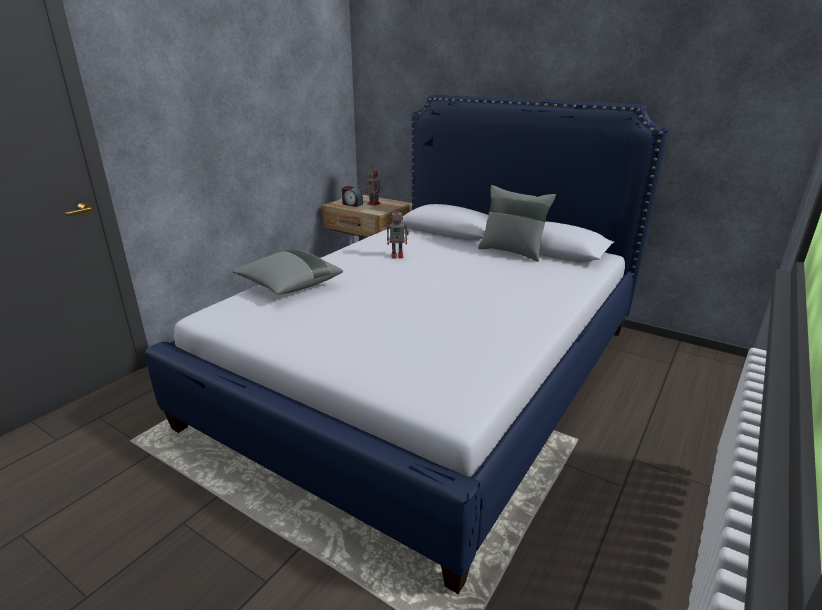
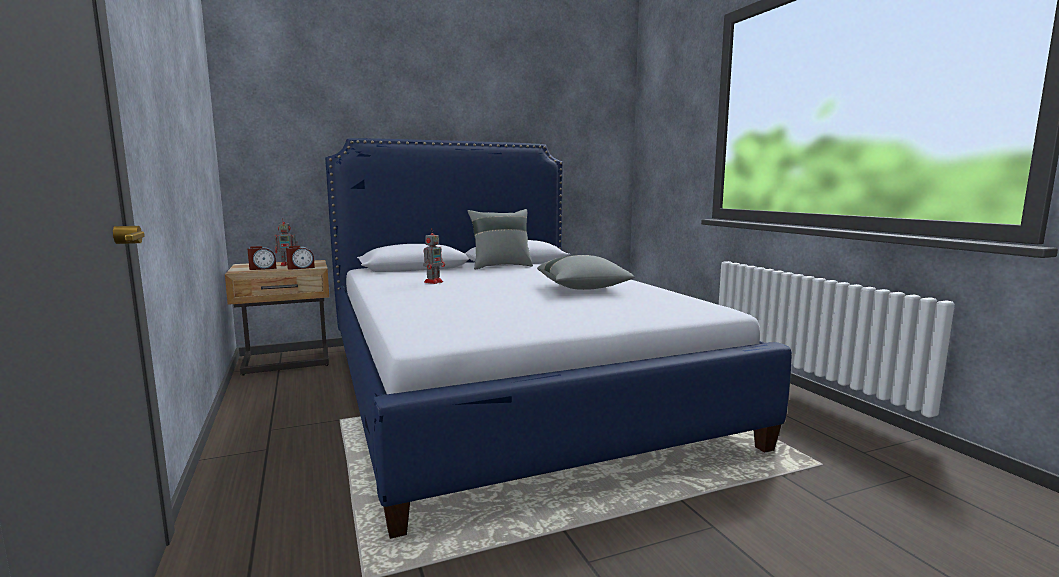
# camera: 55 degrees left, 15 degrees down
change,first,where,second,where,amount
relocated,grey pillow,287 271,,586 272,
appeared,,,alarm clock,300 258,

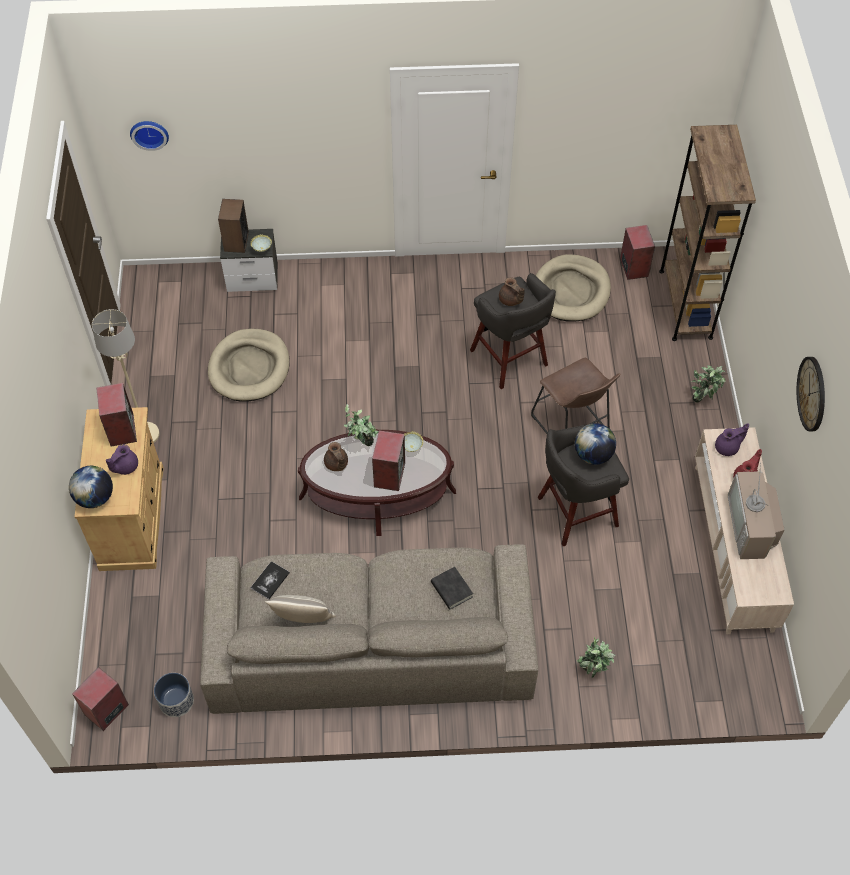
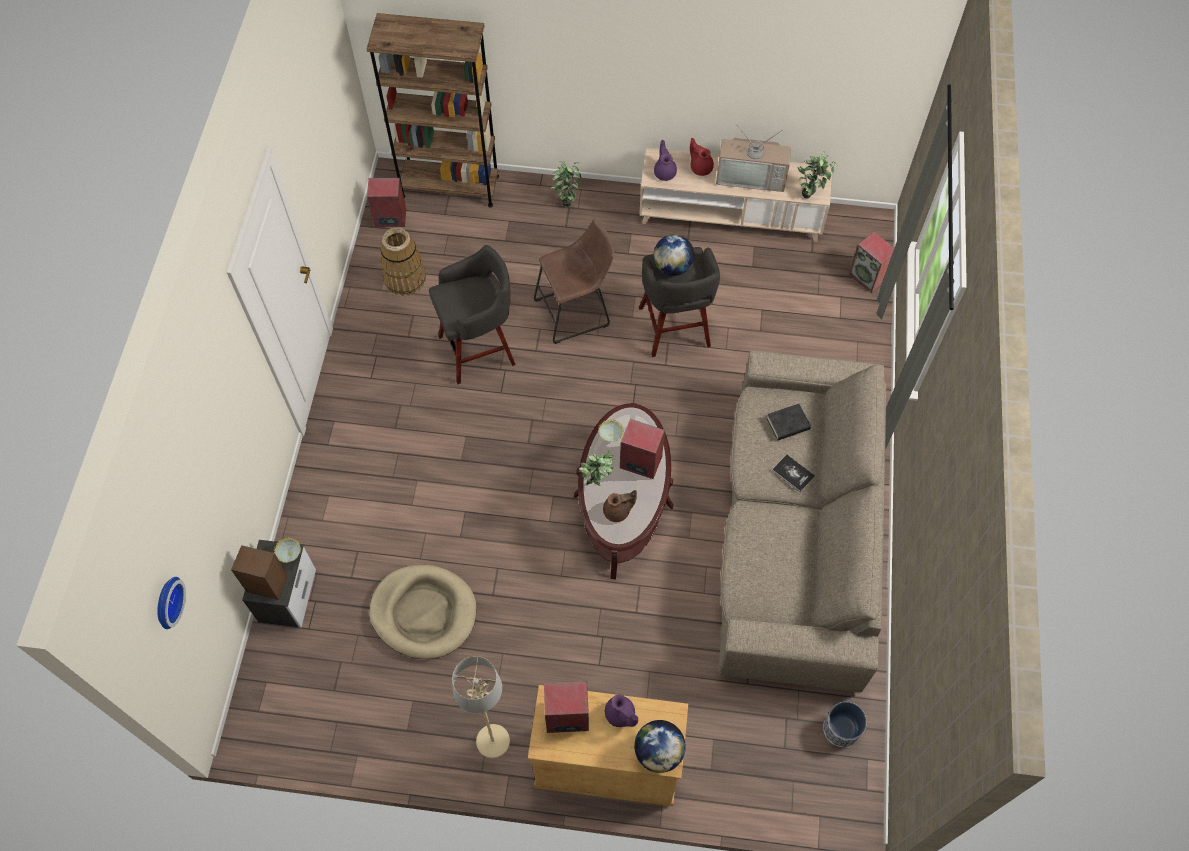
# camera: 80 degrees left, 5 degrees up
change,first,where,second,where,amount
exchanged,beige dog bed,573 288,basket,403 261,
missing,brown teapot,512 291,,,
missing,wall clock,811 394,,,
relocated,book,270 580,,793 473,
missing,pillow,300 609,,,
relocated,potted plant,596 657,,817 175,
relocated,speaker,100 699,,871 262,

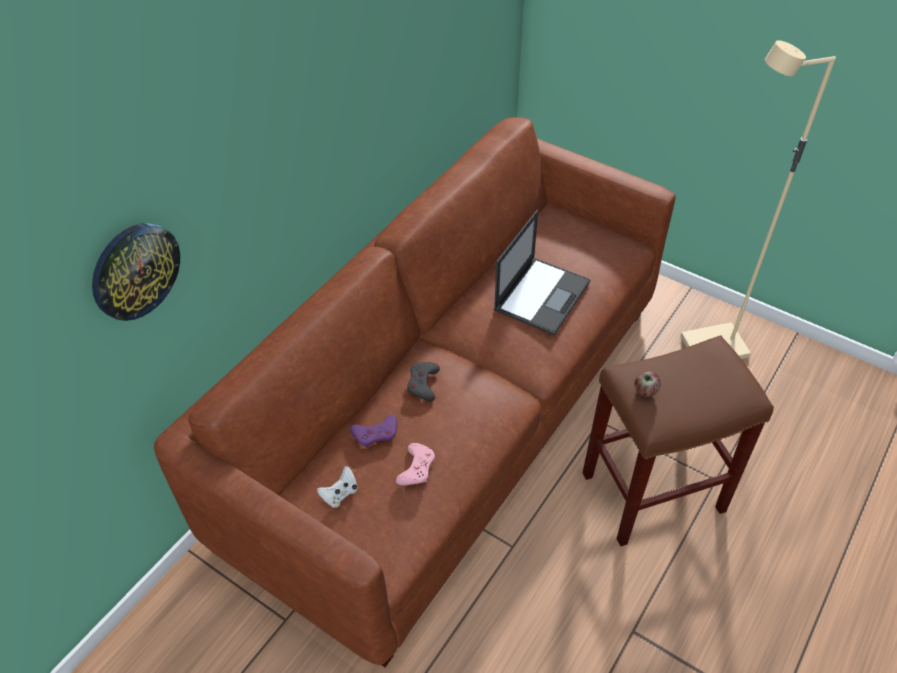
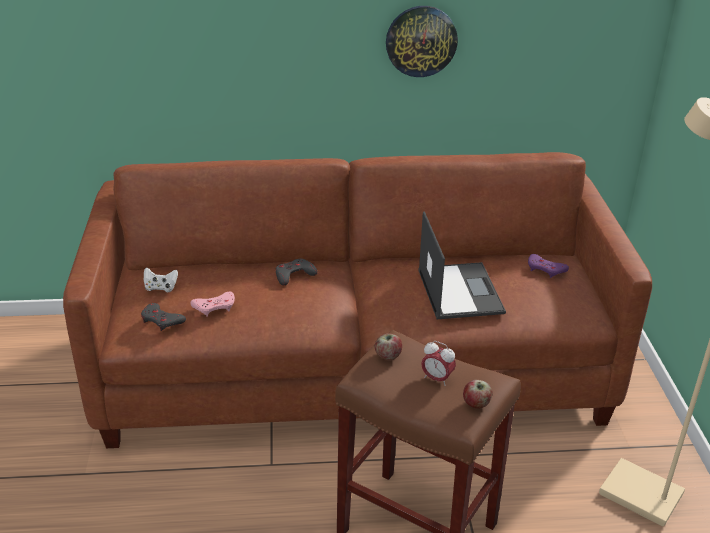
# camera: 50 degrees right, 15 degrees down
change,first,where,second,where,amount
spun,laptop,542 272,,462 265,90 degrees counterclockwise
relocated,wall clock,136 272,,422 41,
relocated,purple game controller,373 431,,548 266,
appeared,,,grey game controller,163 317,
appeared,,,alarm clock,438 363,
appeared,,,apple,478 394,

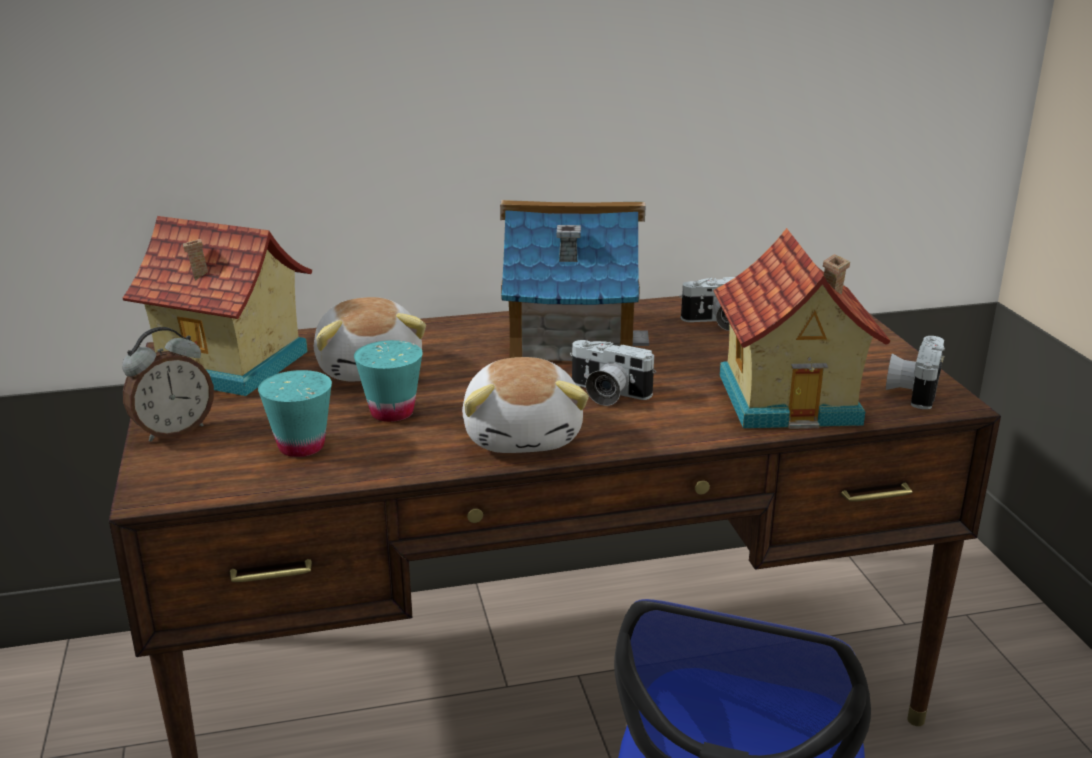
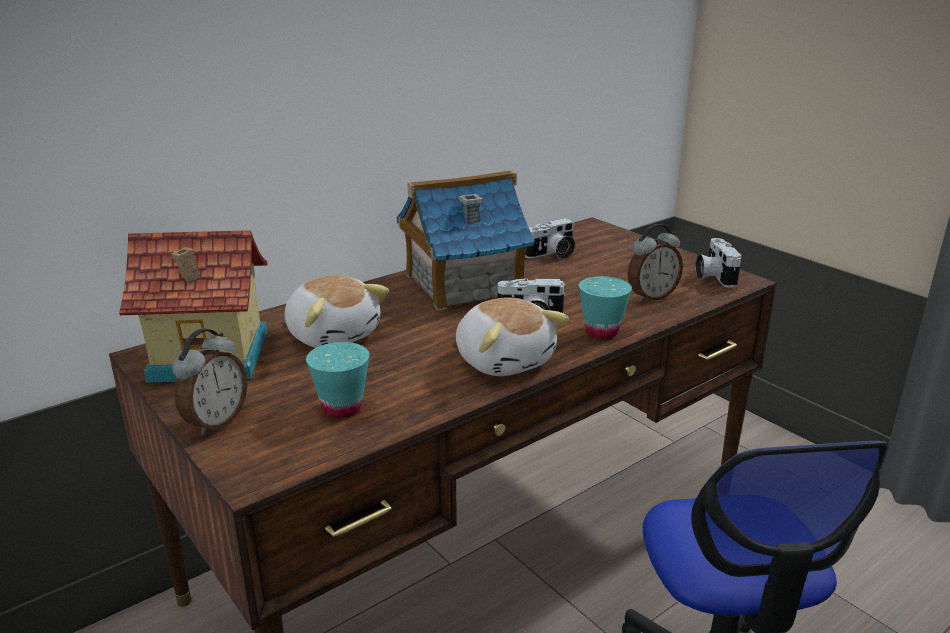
# camera: 25 degrees left, 0 degrees up
change,first,where,second,where,amount
exchanged,toy house,802 328,alarm clock,655 263,
relocated,turquoise cup,388 381,,605 307,

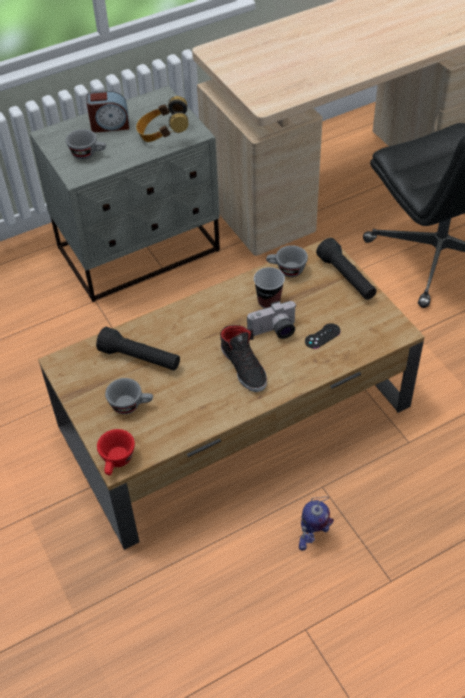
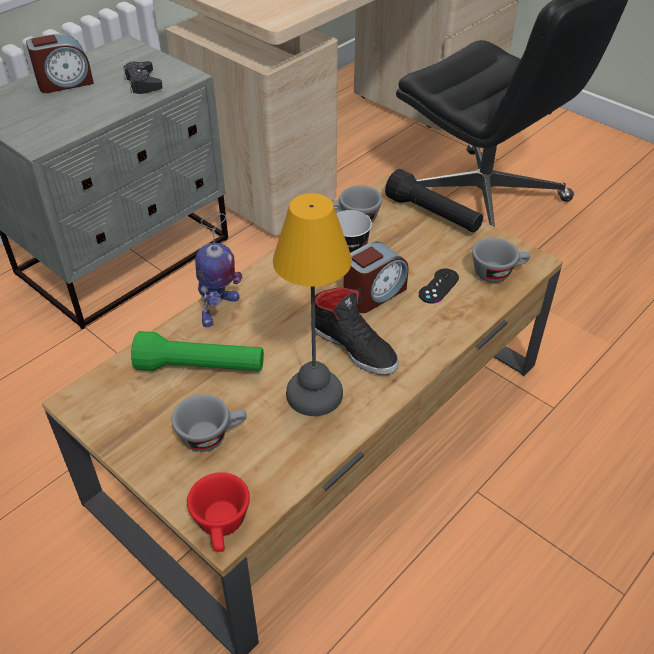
# camera: 20 degrees left, 5 degrees down
change,first,where,second,where,amount
exchanged,headphones,162 119,black game controller,143 77,
relocated,grey cup,86 144,,501 260,
exchanged,photo camera,272 320,alarm clock,376 277,
colour,black flashlight,138 348,green flashlight,197 351,
relocated,toy robot,316 523,,219 270,
appeared,,,table lamp,312 304,

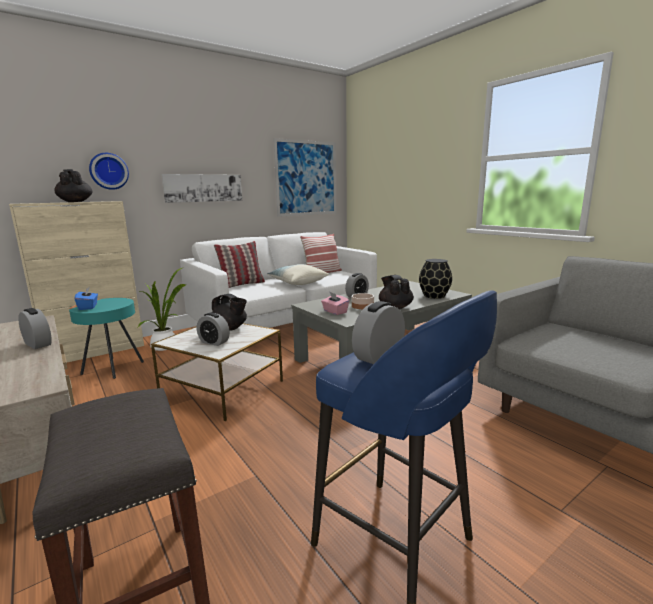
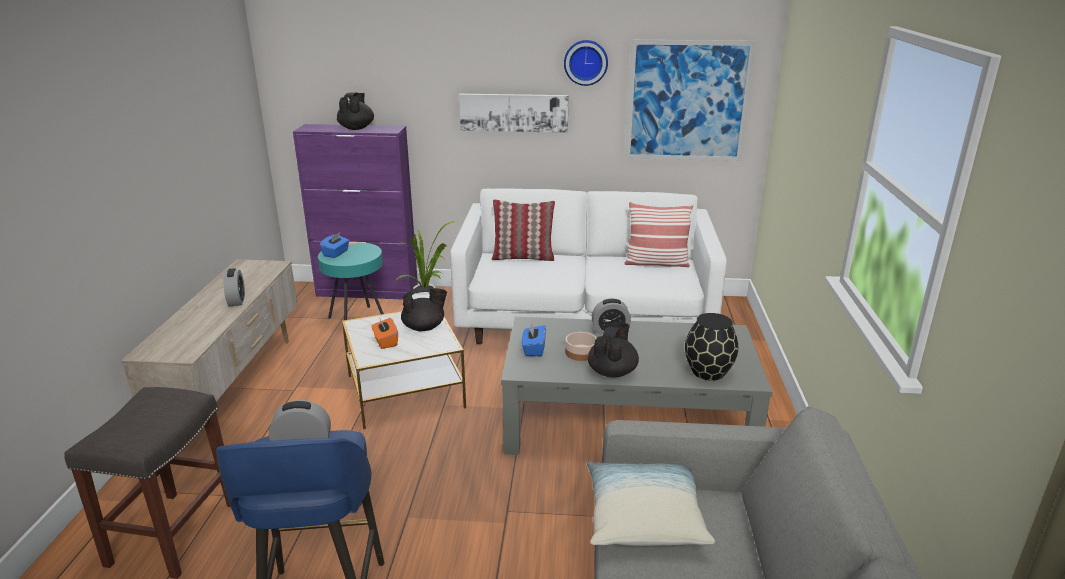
# camera: 40 degrees right, 10 degrees up
change,first,where,second,where,amount
relocated,wall clock,109 171,,586 63,
colour,beige cabinet,76 281,purple cabinet,355 211,
relocated,pillow,298 274,,651 503,
colour,pink tissue box,335 303,blue tissue box,534 339,
spun,black teapot,229 312,,424 309,90 degrees counterclockwise
exchanged,alarm clock,213 329,orange tissue box,384 333,

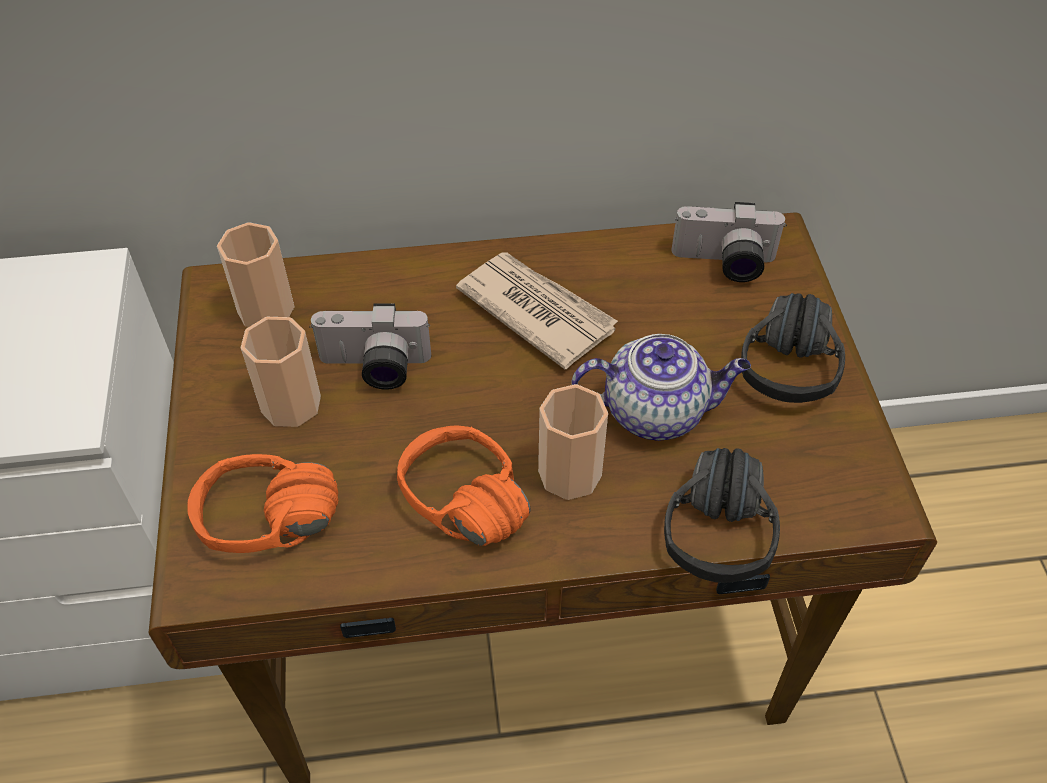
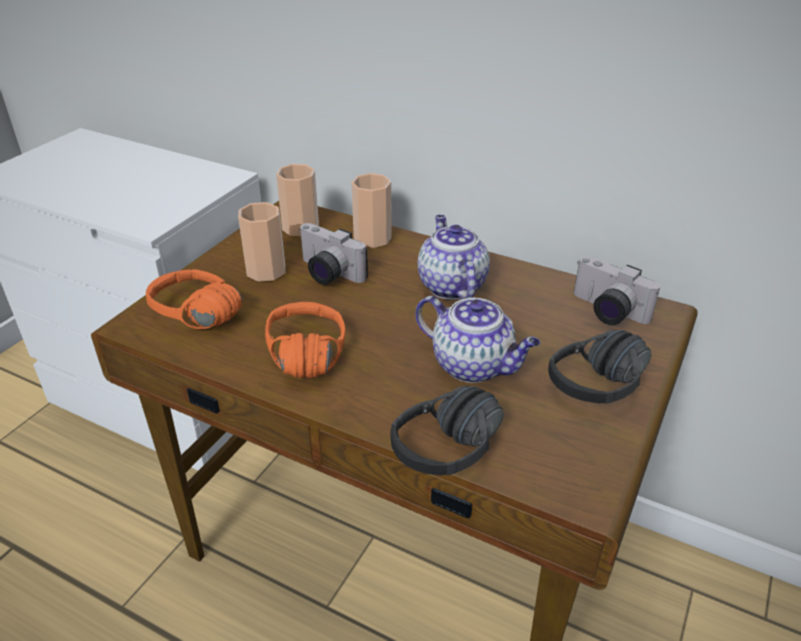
# camera: 35 degrees right, 15 degrees down
change,first,where,second,where,amount
exchanged,newspaper,537 310,teapot,453 257,
relocated,cup,573 442,,371 210,

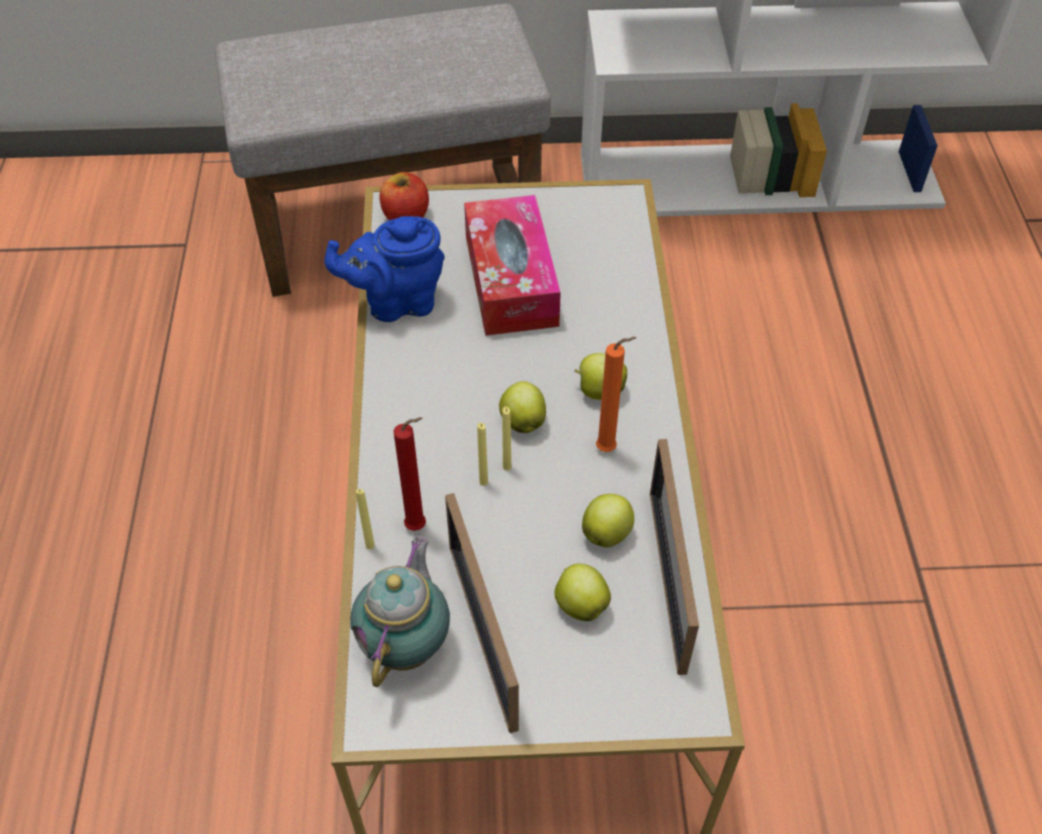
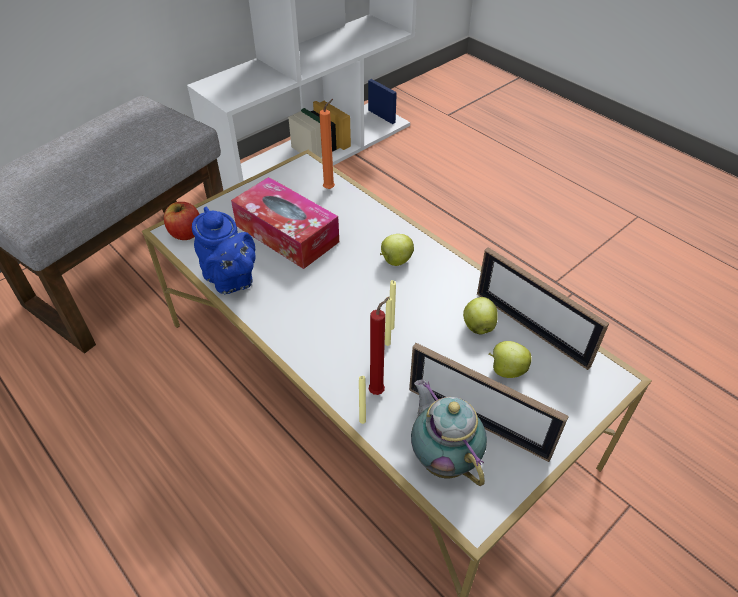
# camera: 40 degrees left, 5 degrees down
change,first,where,second,where,amount
spun,blue teapot,385 269,,223 250,75 degrees counterclockwise
relocated,orange candle,616 394,,327 144,
missing,apple,522 407,,,

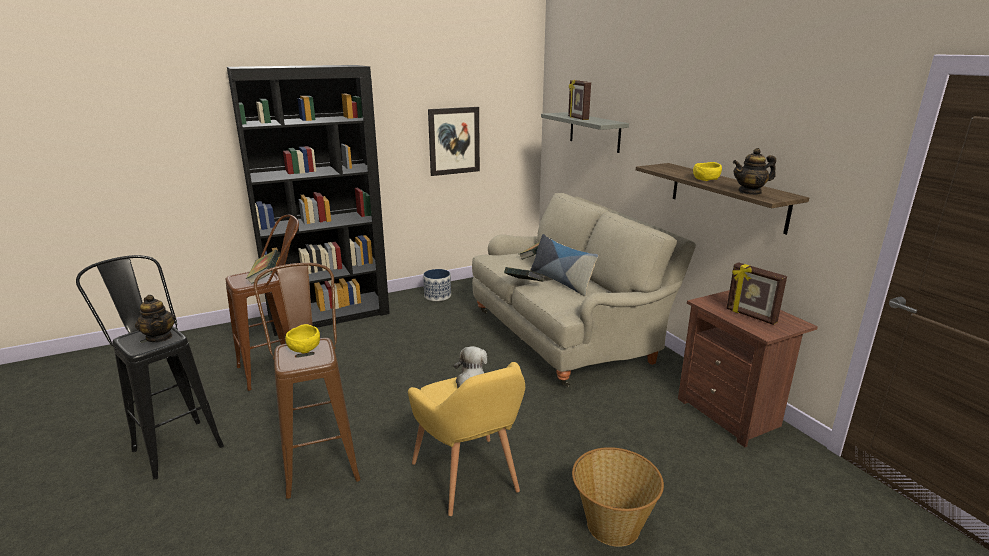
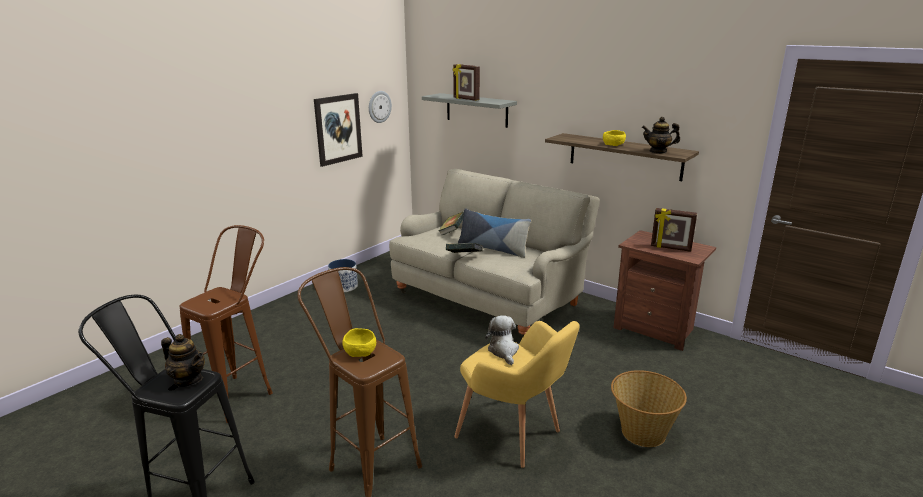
# camera: 25 degrees left, 0 degrees up
change,first,where,second,where,amount
missing,black bookcase,308 200,,,
spun,teapot,754 171,,661 135,45 degrees clockwise
missing,book,263 267,,,
appeared,,,wall clock,380 107,

